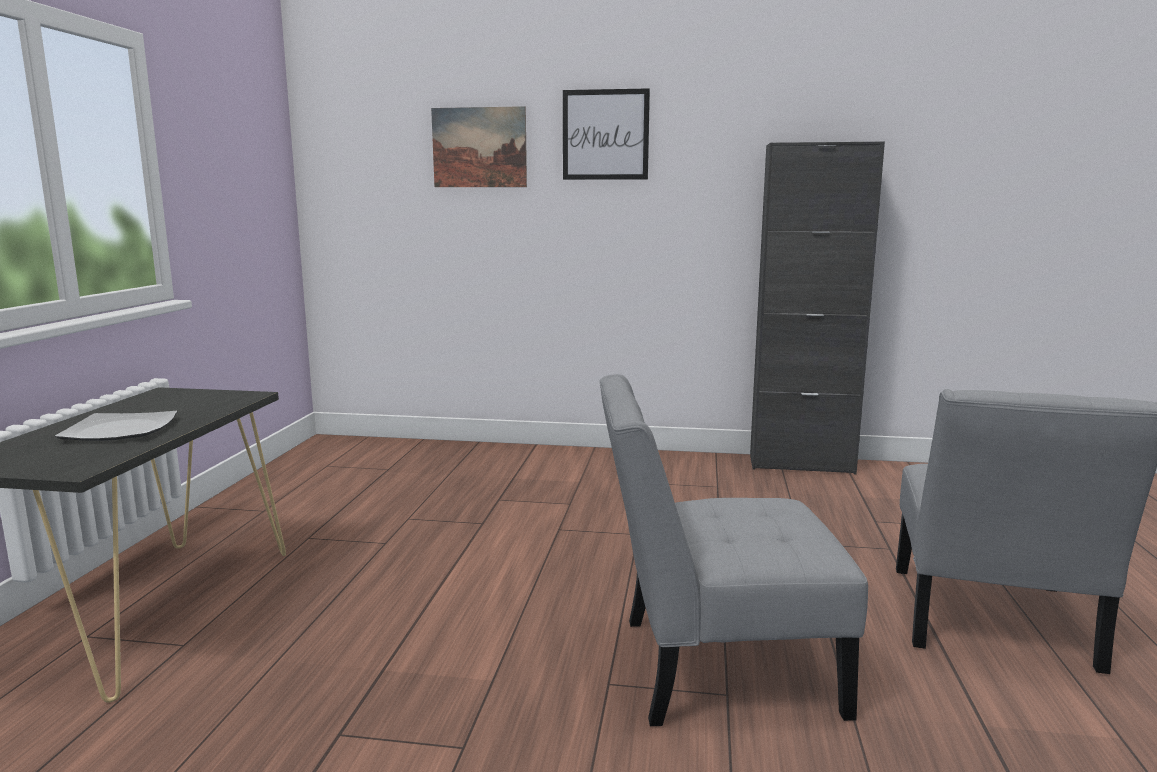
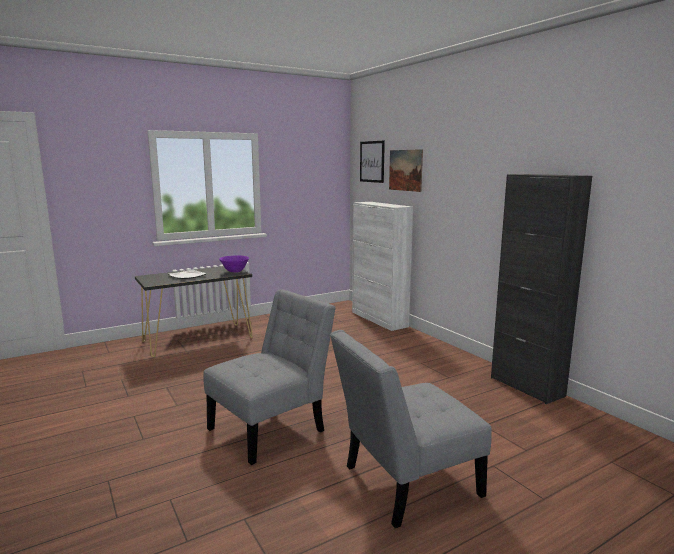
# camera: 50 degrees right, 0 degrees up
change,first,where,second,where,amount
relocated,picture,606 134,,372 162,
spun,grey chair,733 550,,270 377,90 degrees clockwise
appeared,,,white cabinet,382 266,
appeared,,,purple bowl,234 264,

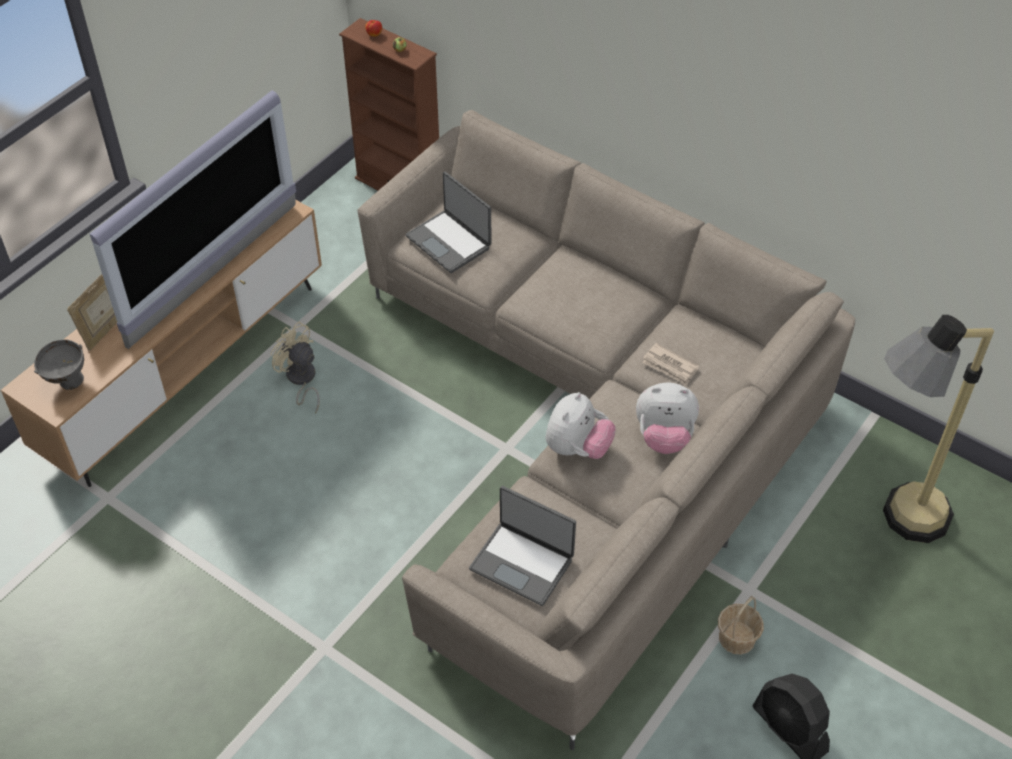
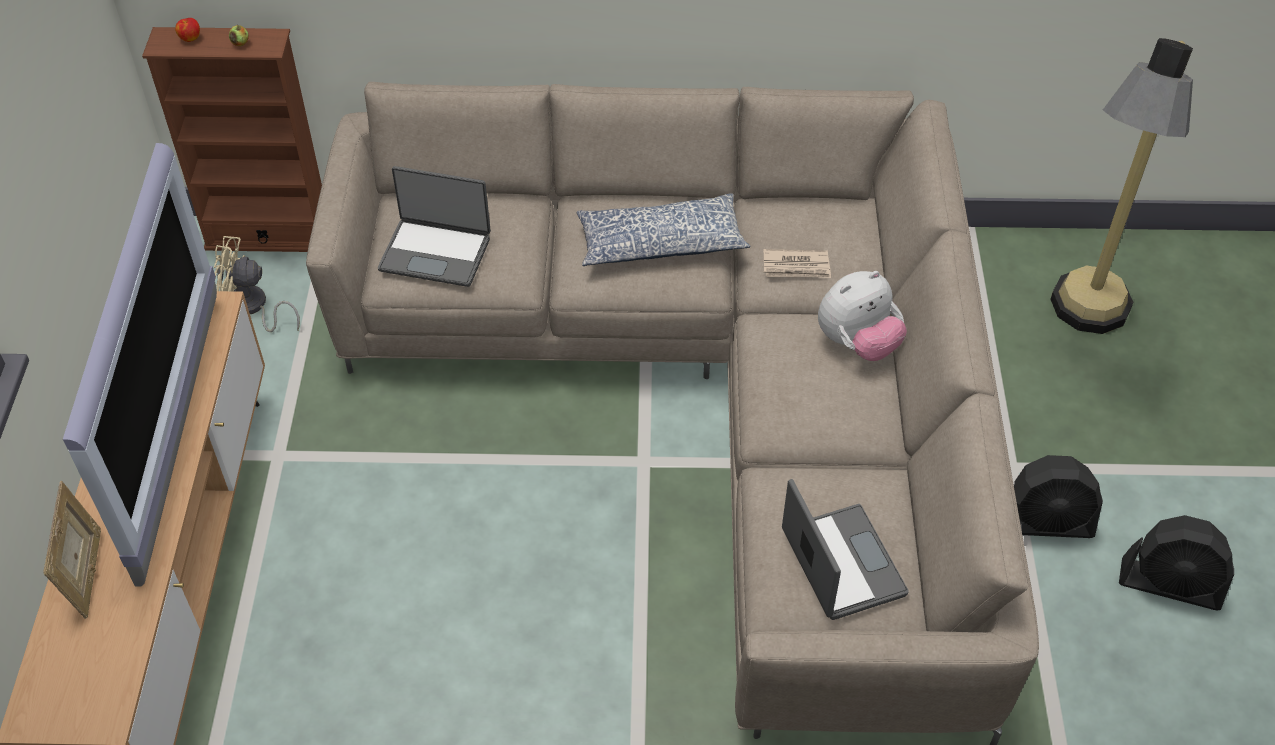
# camera: 35 degrees left, 0 degrees up
change,first,where,second,where,amount
relocated,beige fan,295 368,,257 284,
missing,grey bowl,59 364,,,
missing,plush toy,580 425,,,
spun,laptop,522 546,,845 549,105 degrees counterclockwise
exchanged,basket,741 625,black fan,1058 496,
appeared,,,pillow,663 229,

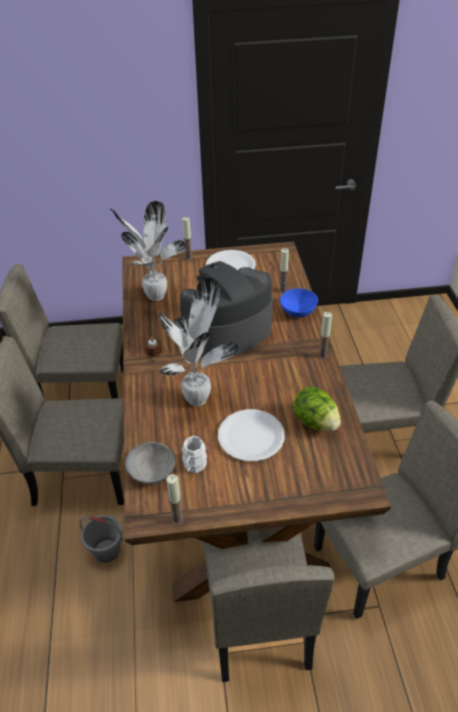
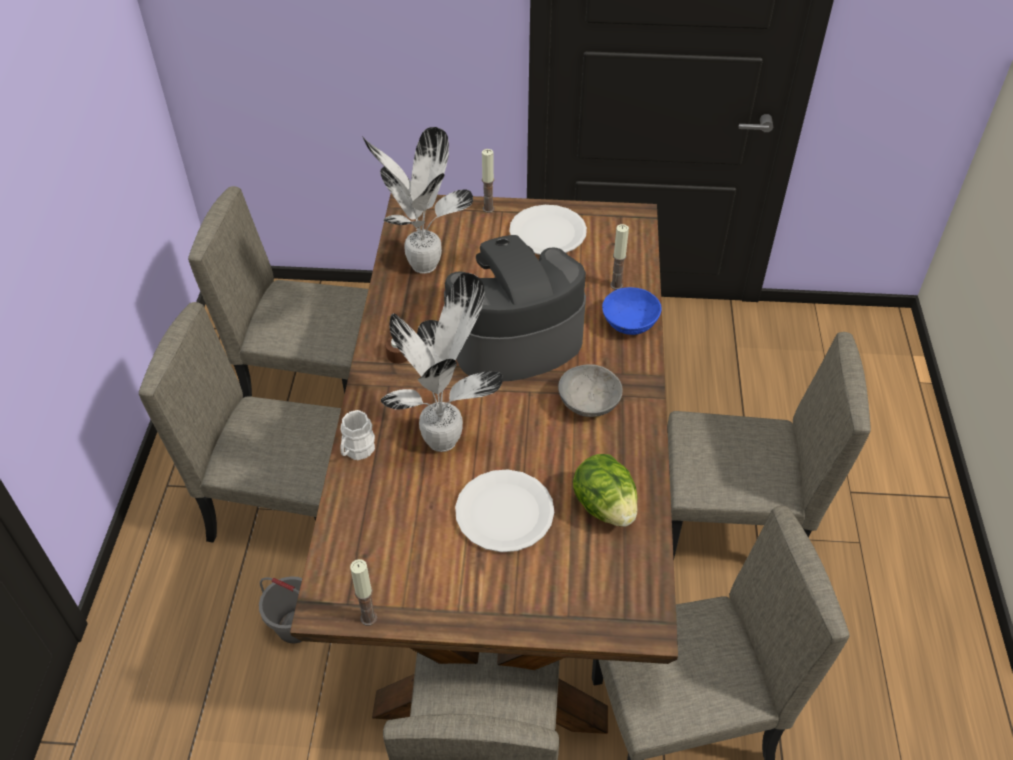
# camera: 10 degrees right, 5 degrees up
change,first,where,second,where,amount
missing,candle,325 335,,,
relocated,white mug,194 454,,357 435,
relocated,grey bowl,150 463,,590 391,

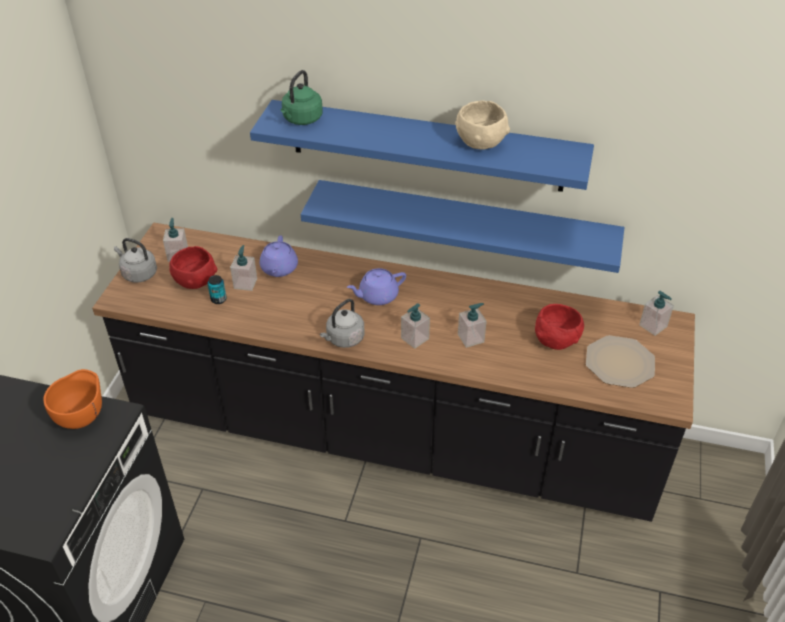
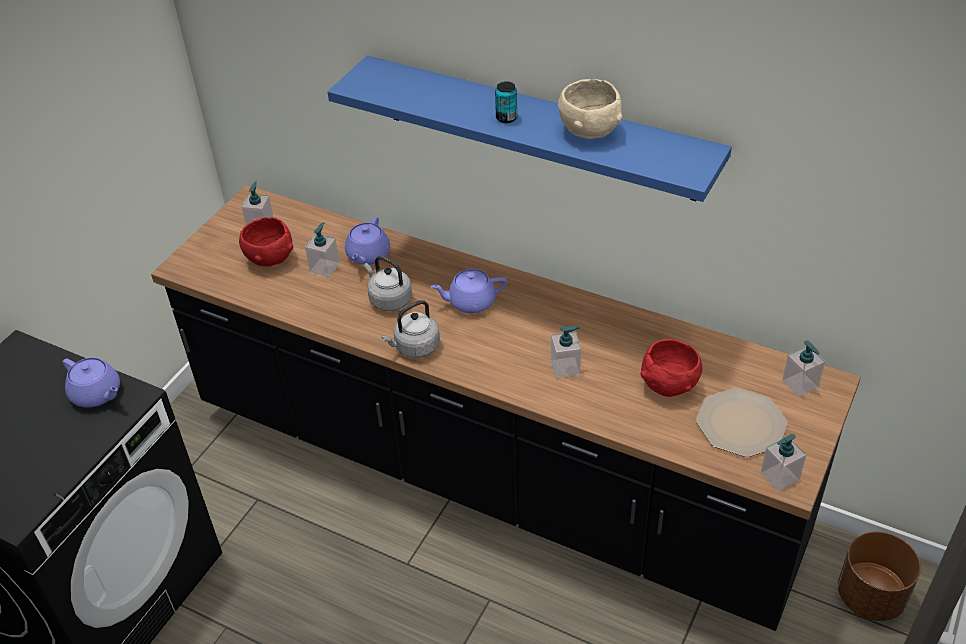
# camera: 15 degrees right, 0 degrees up
change,first,where,second,where,amount
missing,green kettle,302 97,,,
missing,blue shelf,462 226,,,
relocated,grey kettle,135 260,,388 283,
relocated,can,217 289,,506 102,
relocated,soap dispenser,415 326,,784 463,
exchanged,orange bowl,72 399,purple teapot,91 382,
appeared,,,brown planter,879 576,

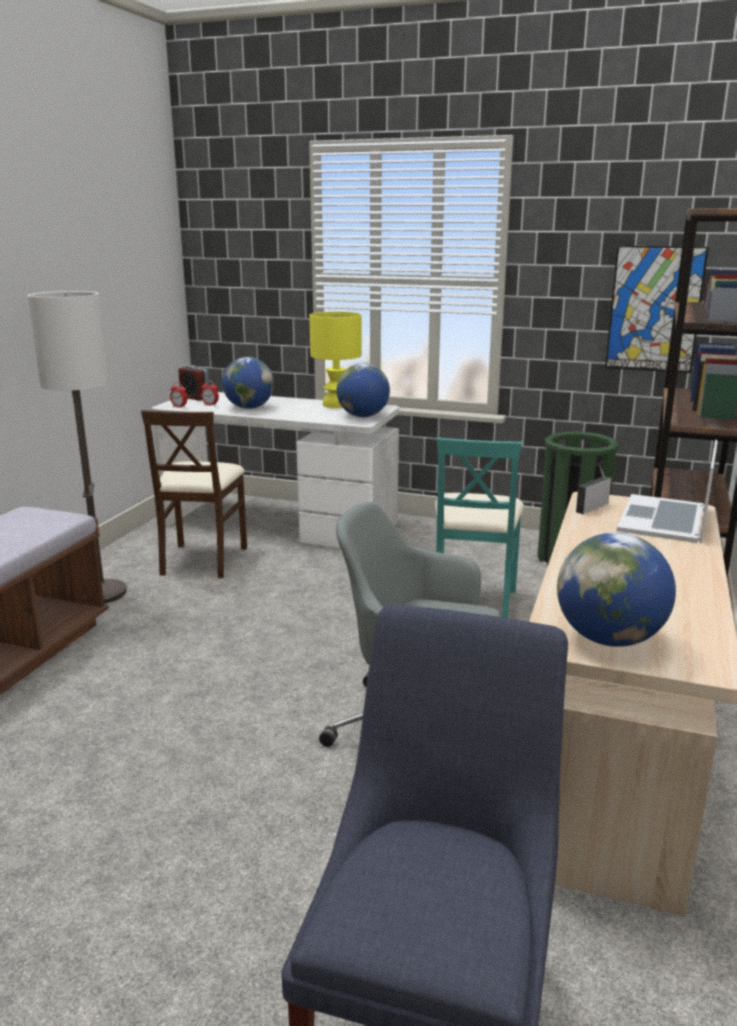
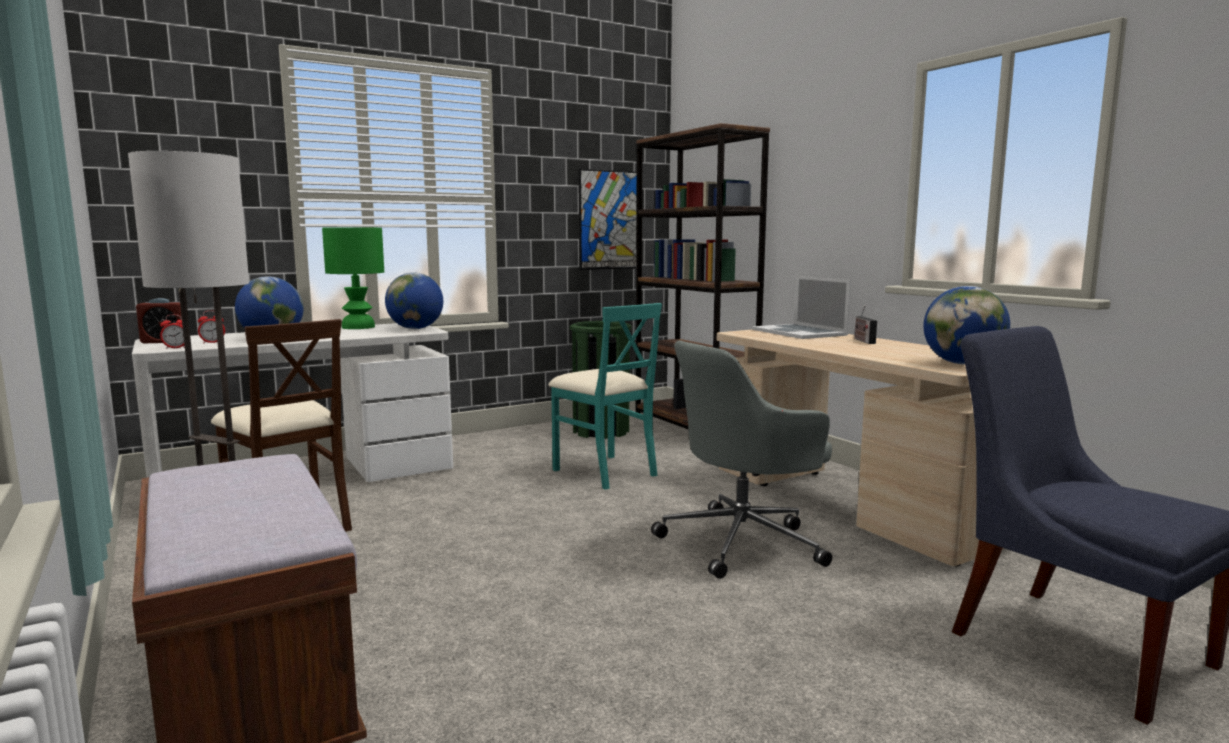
# camera: 50 degrees left, 10 degrees down
change,first,where,second,where,amount
colour,yellow table lamp,335 360,green table lamp,353 278,
relocated,radio,593 490,,865 324,

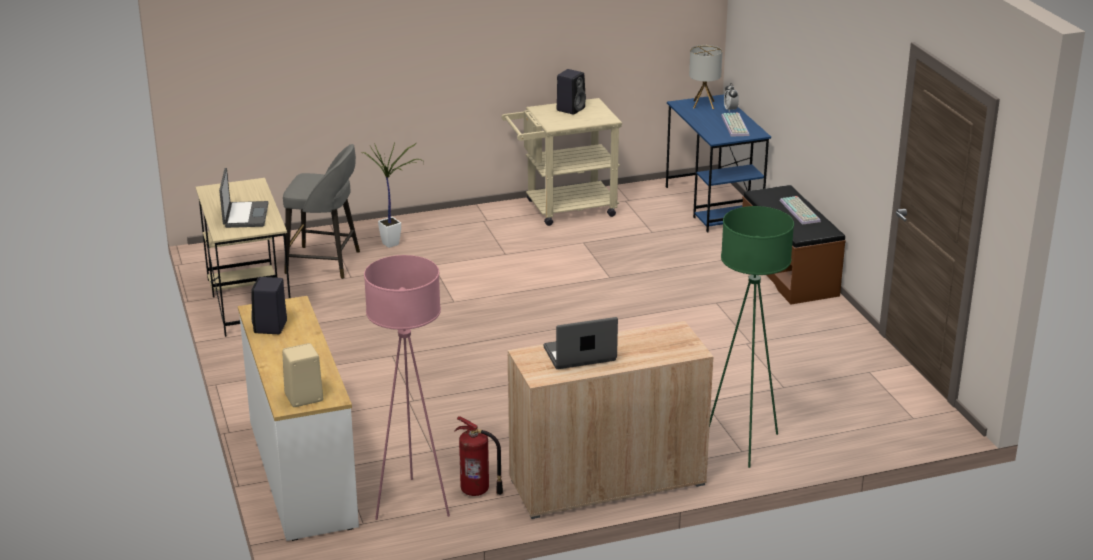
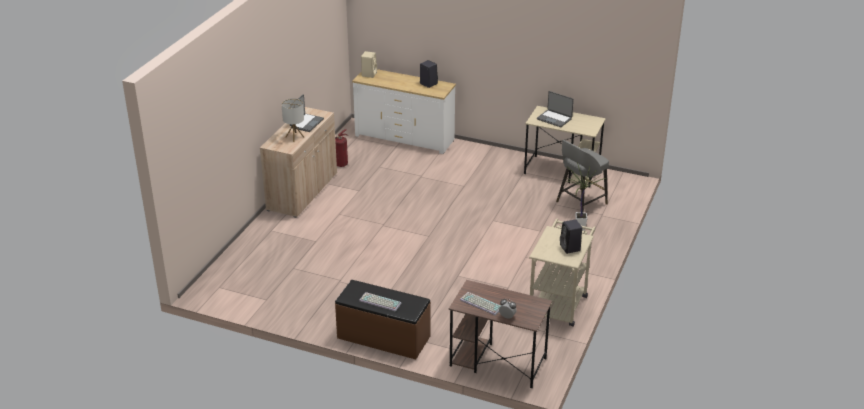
# camera: 130 degrees right, 5 degrees up
change,first,where,second,where,amount
relocated,table lamp,706 77,,292 120,
colour,blue desk,718 163,brown desk,500 334,
missing,green floor lamp,751 337,,,
missing,pink floor lamp,407 387,,,

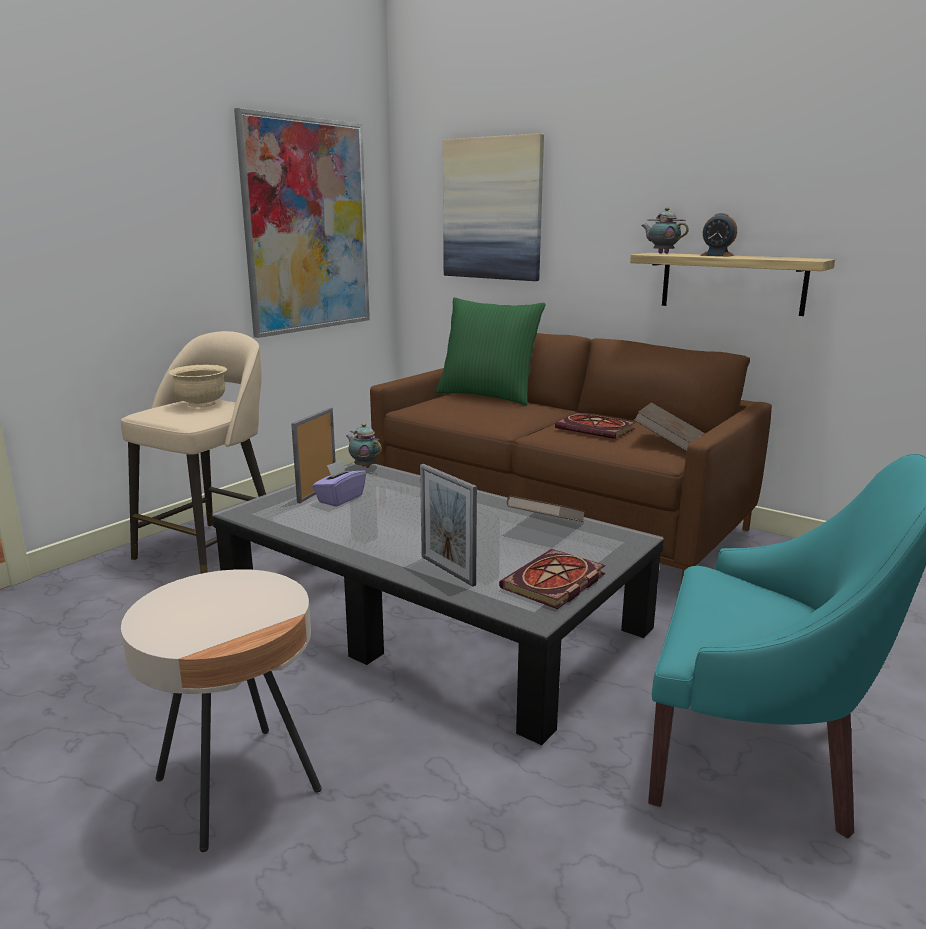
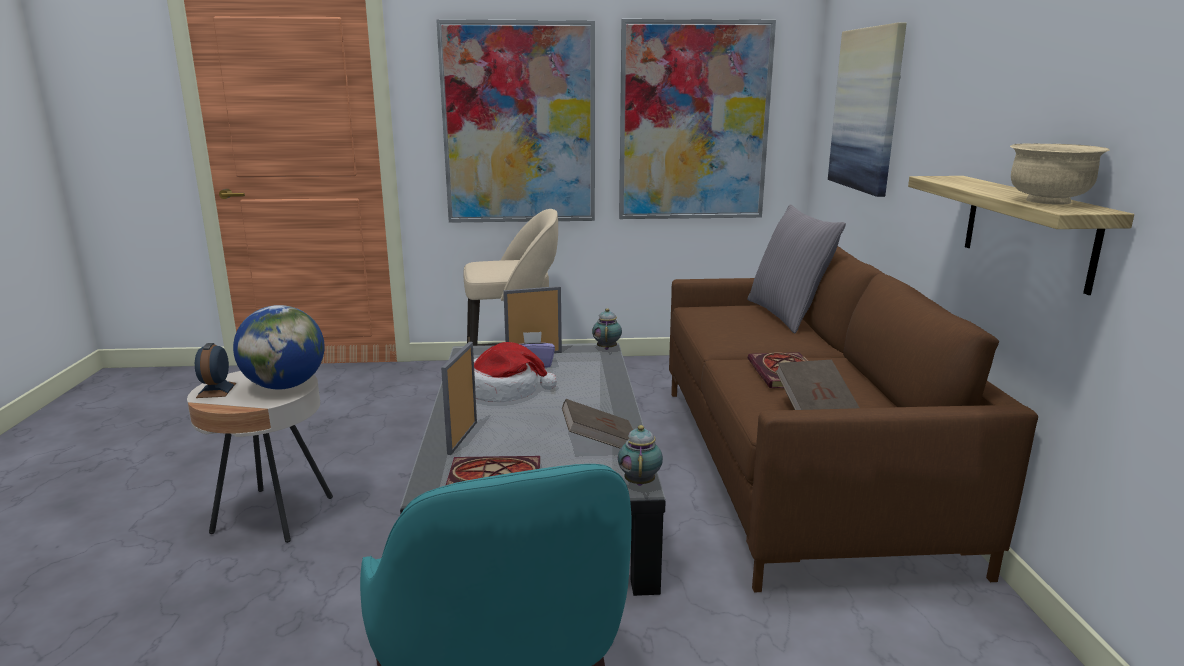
# camera: 50 degrees right, 0 degrees up
change,first,where,second,where,amount
relocated,teapot,665 231,,640 455,
relocated,alarm clock,718 235,,215 370,
colour,green pillow,490 351,grey pillow,796 269,
relocated,beige bowl,197 386,,1059 173,
appeared,,,picture,515 121,
appeared,,,globe,279 347,
appeared,,,hat,515 372,

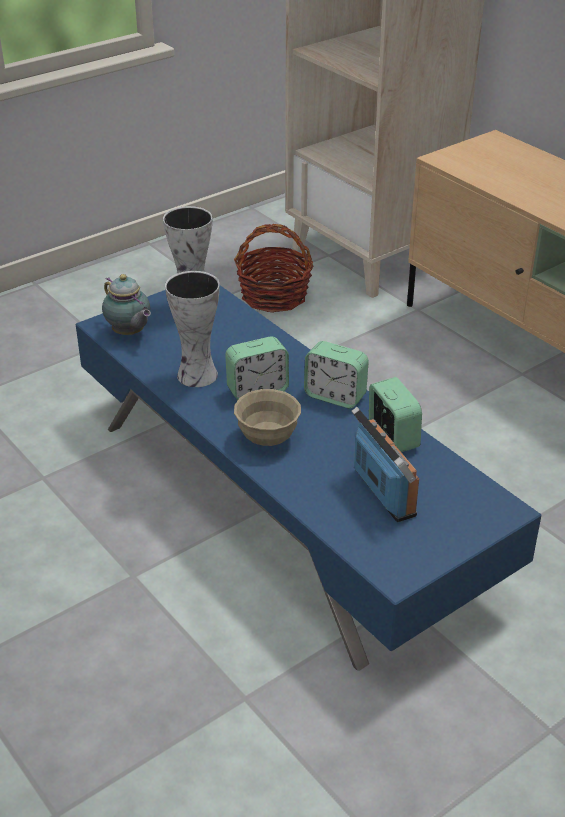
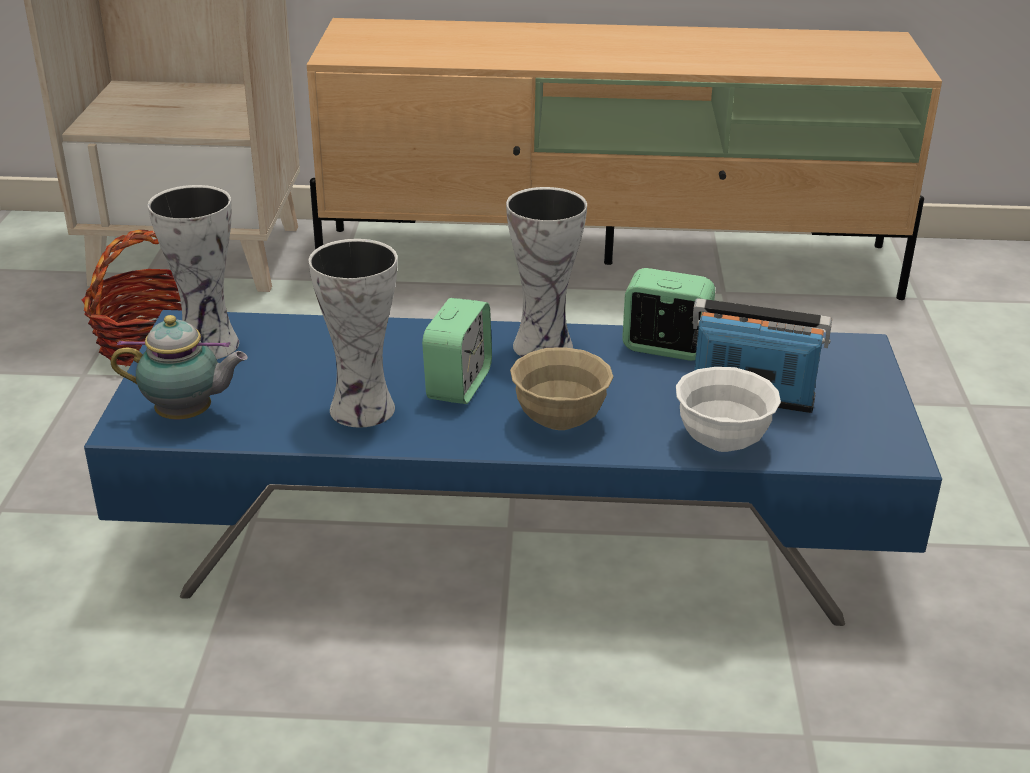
# camera: 50 degrees left, 5 degrees down
change,first,where,second,where,amount
exchanged,alarm clock,336 374,vase,546 272,
appeared,,,white bowl,728 409,

